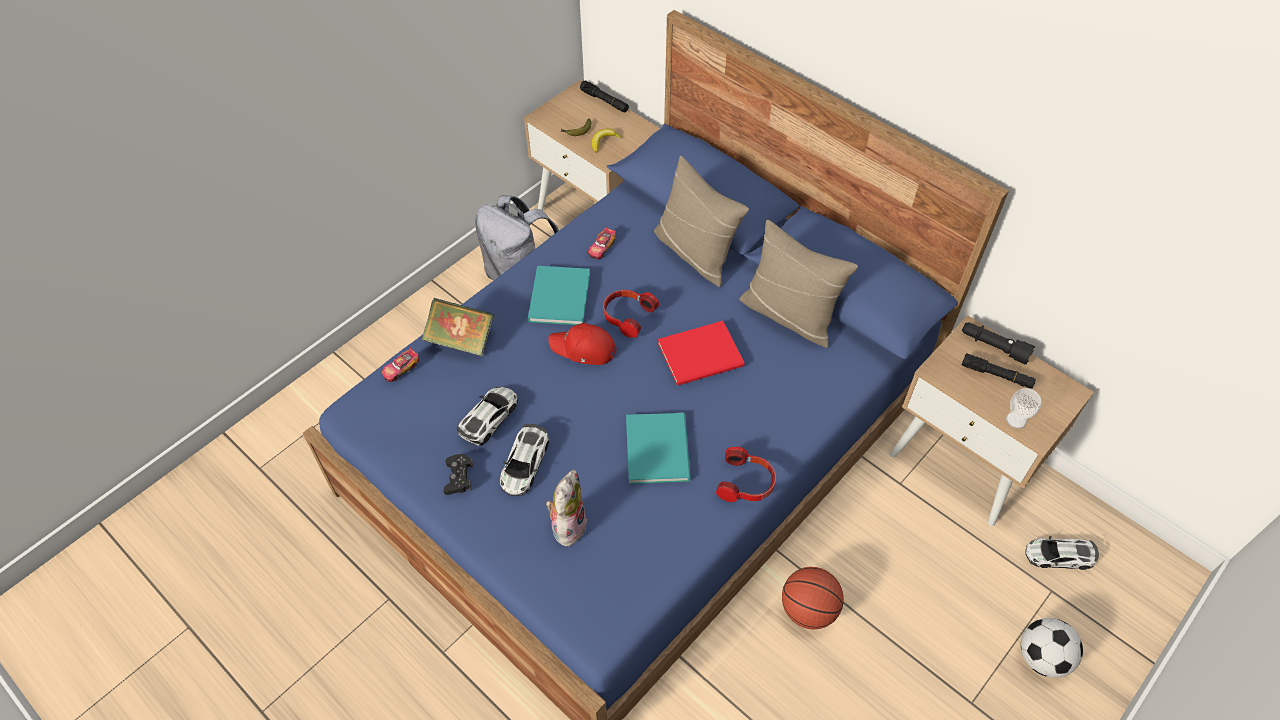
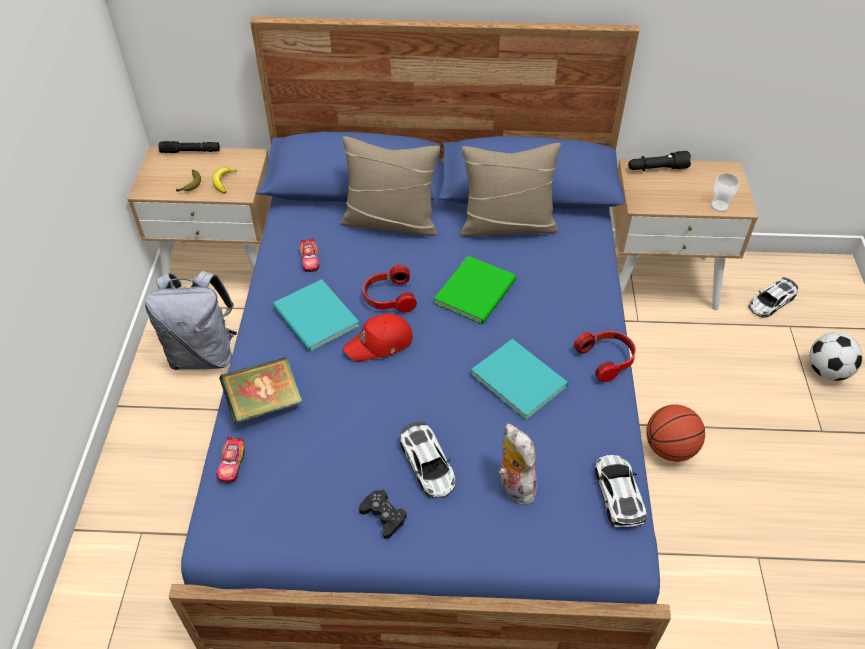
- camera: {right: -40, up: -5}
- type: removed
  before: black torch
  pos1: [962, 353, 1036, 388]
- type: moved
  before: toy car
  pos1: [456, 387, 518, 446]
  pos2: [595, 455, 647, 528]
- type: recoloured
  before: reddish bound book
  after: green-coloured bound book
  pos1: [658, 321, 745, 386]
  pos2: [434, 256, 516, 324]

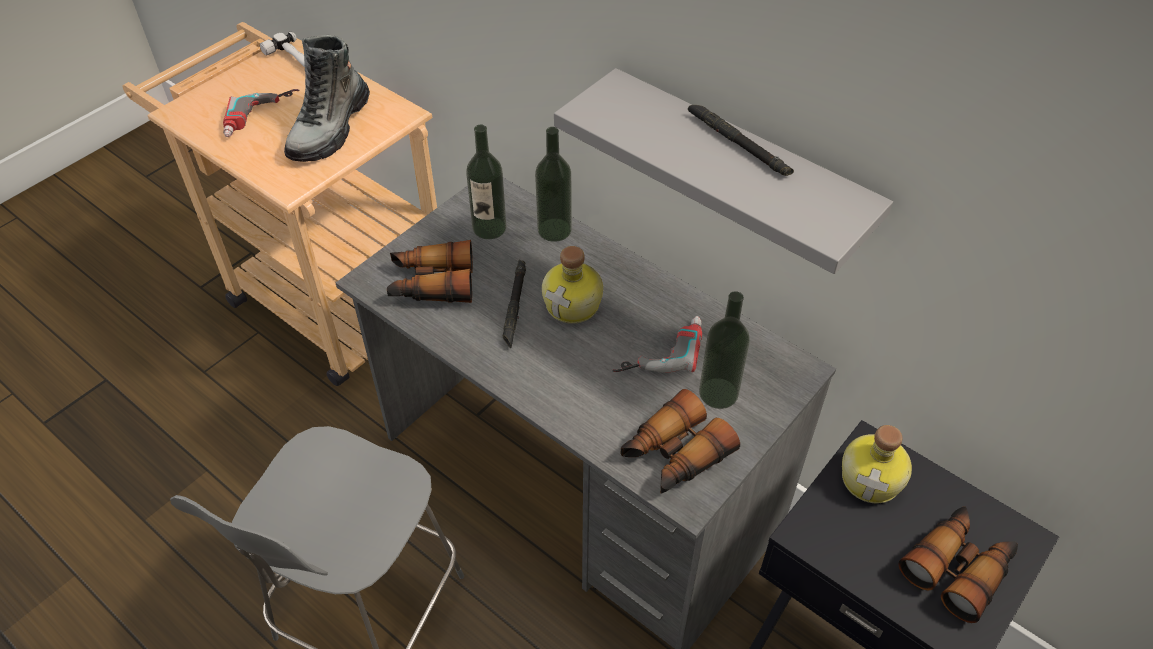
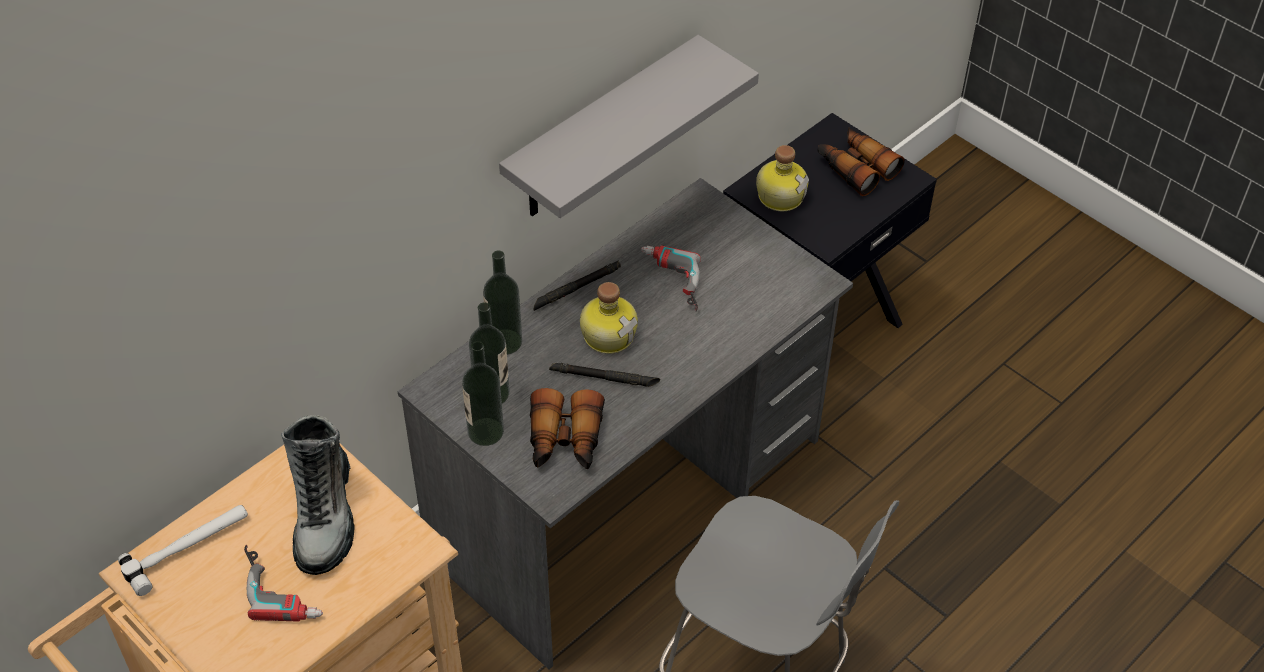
- camera: {right: -85, up: 0}
- type: removed
  before: pair of binoculars
  pos1: [620, 389, 740, 493]
- type: moved
  before: black torch
  pos1: [688, 105, 794, 176]
  pos2: [534, 260, 621, 311]
- type: moved
  before: bottle
  pos1: [699, 291, 750, 409]
  pos2: [462, 341, 504, 446]
- type: turned
  before: tall boot
  pos1: [284, 34, 370, 162]
  pos2: [281, 415, 355, 575]
  turn: 60

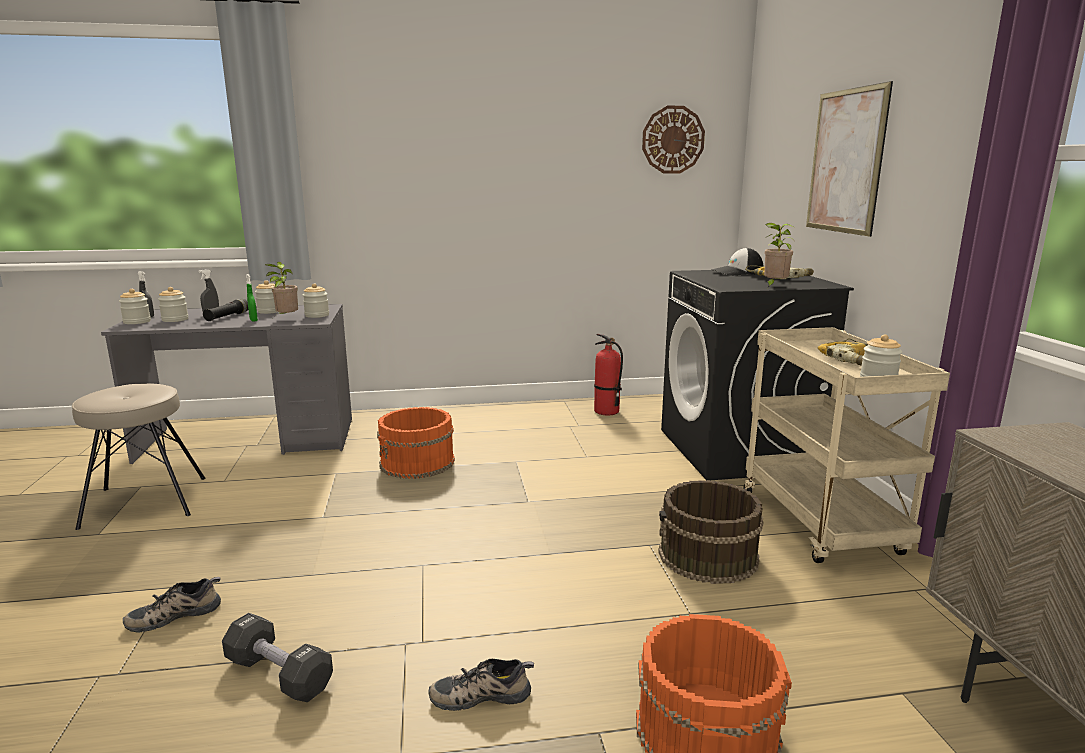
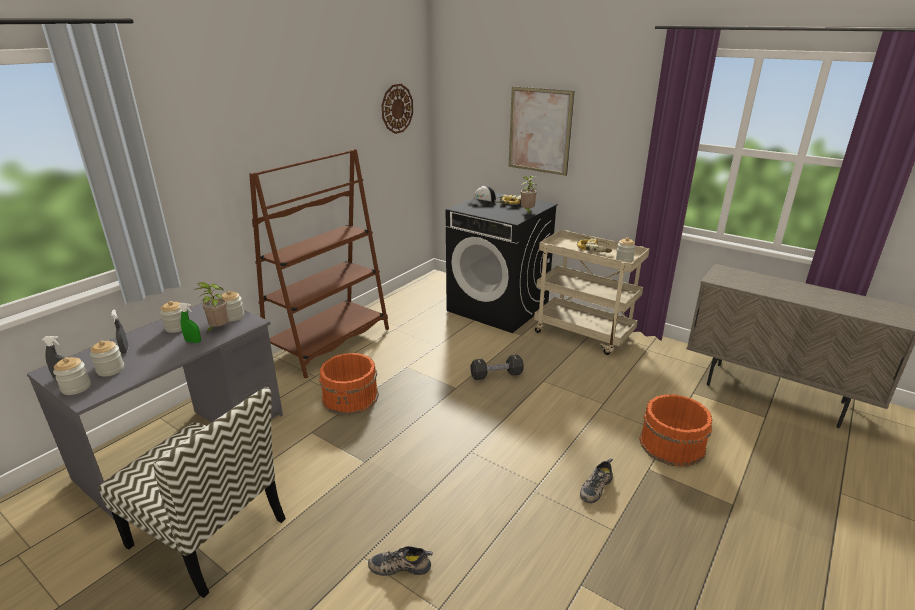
- camera: {right: -45, up: 10}
- type: removed
  before: black torch
  pos1: [203, 299, 248, 321]
- type: removed
  before: extinguisher
  pos1: [594, 334, 623, 415]
- type: removed
  before: brownish pail
  pos1: [658, 480, 764, 584]
- type: added
  after: brownish bookshelf
  pos2: [249, 149, 389, 378]
- type: moved
  before: black free weight
  pos1: [222, 613, 333, 702]
  pos2: [470, 355, 524, 380]
- type: replaced
  before: beige sitting stool
  after: chair
  pos1: [72, 384, 206, 530]
  pos2: [99, 387, 286, 598]
- type: turned
  before: item of footwear
  pos1: [123, 577, 221, 633]
  pos2: [368, 546, 433, 576]
  turn: 75

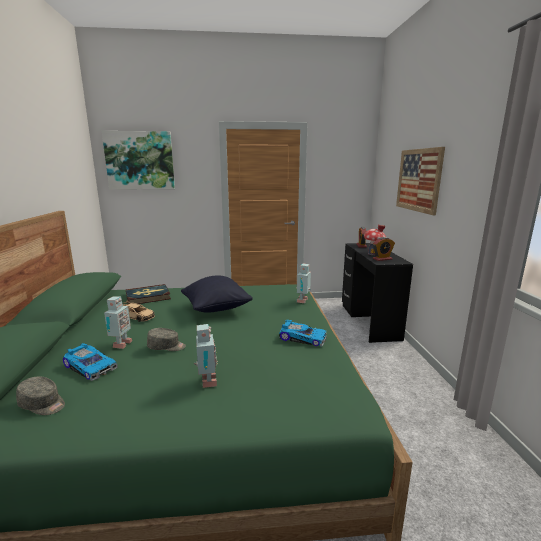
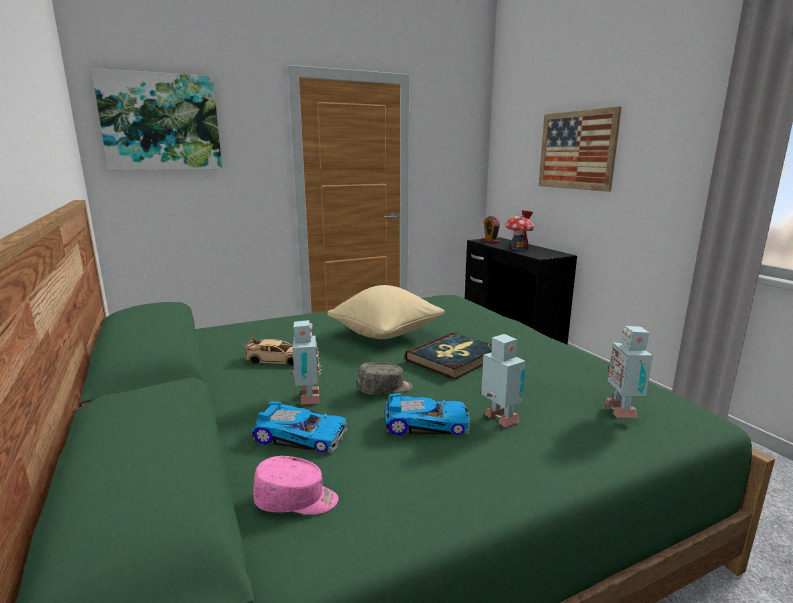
- camera: {right: -20, up: 0}
- type: removed
  before: table clock
  pos1: [373, 237, 395, 261]
- type: moved
  before: bound book
  pos1: [126, 284, 171, 304]
  pos2: [405, 332, 492, 380]
- type: moved
  before: toy car
  pos1: [279, 320, 327, 347]
  pos2: [385, 393, 470, 436]
- type: moved
  before: toy robot
  pos1: [296, 263, 311, 303]
  pos2: [605, 326, 653, 418]
- type: recoloured
  before: gray baseball cap
  after: pink baseball cap
  pos1: [16, 376, 65, 415]
  pos2: [253, 456, 339, 515]
- type: recoloured
  before: black cushion
  after: beige cushion
  pos1: [181, 275, 253, 313]
  pos2: [327, 285, 445, 339]

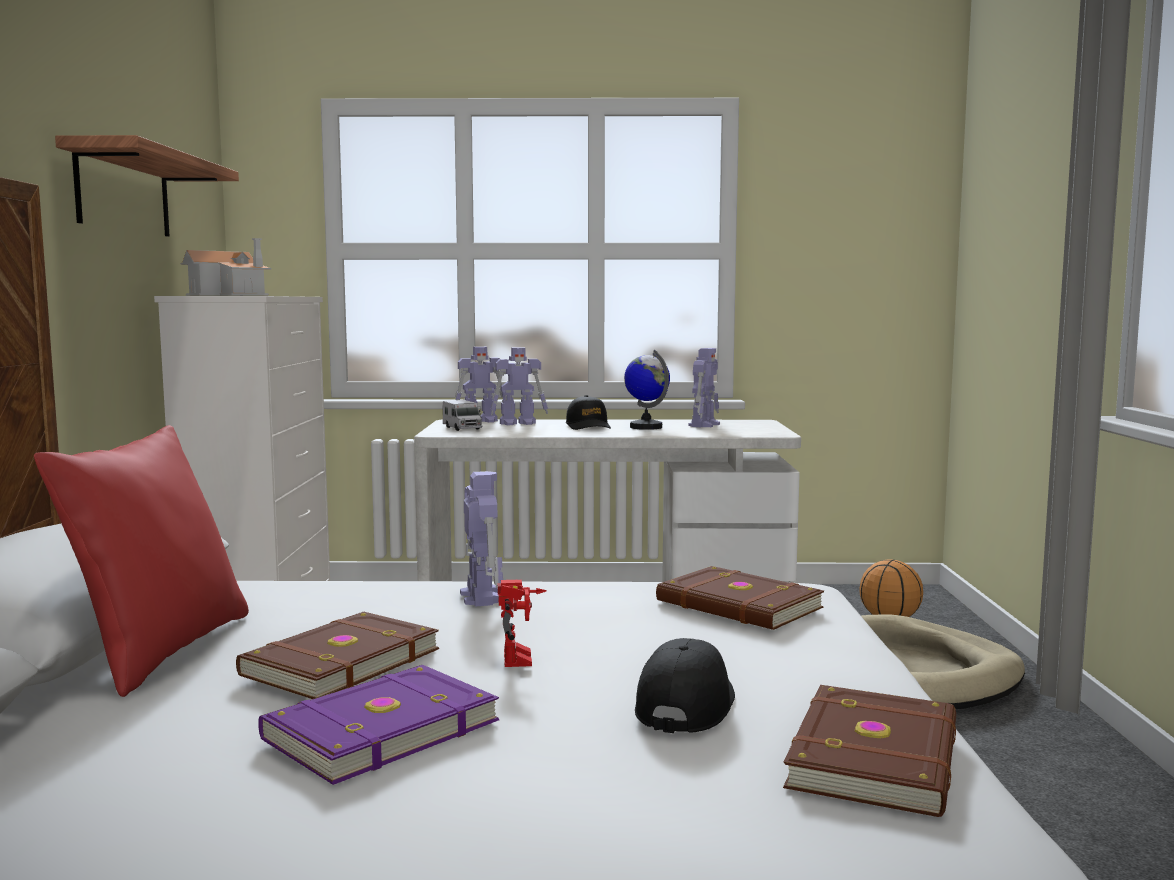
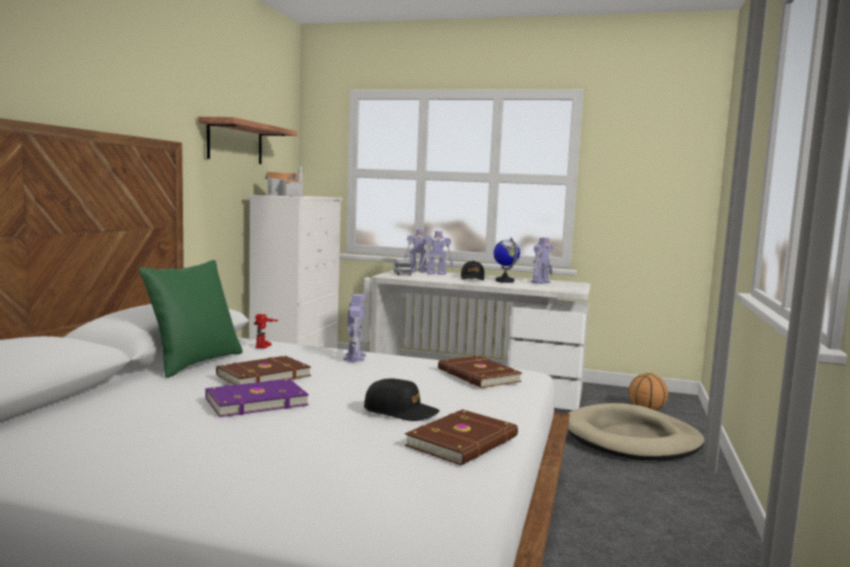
- camera: {right: 15, up: 0}
- type: moved
  before: toy robot
  pos1: [498, 579, 547, 667]
  pos2: [254, 314, 279, 349]
- type: recoloured
  before: reddish cushion
  after: green-coloured cushion
  pos1: [34, 425, 249, 697]
  pos2: [139, 260, 243, 378]
- type: turned
  before: black baseball cap
  pos1: [635, 638, 735, 733]
  pos2: [364, 378, 440, 421]
  turn: 75

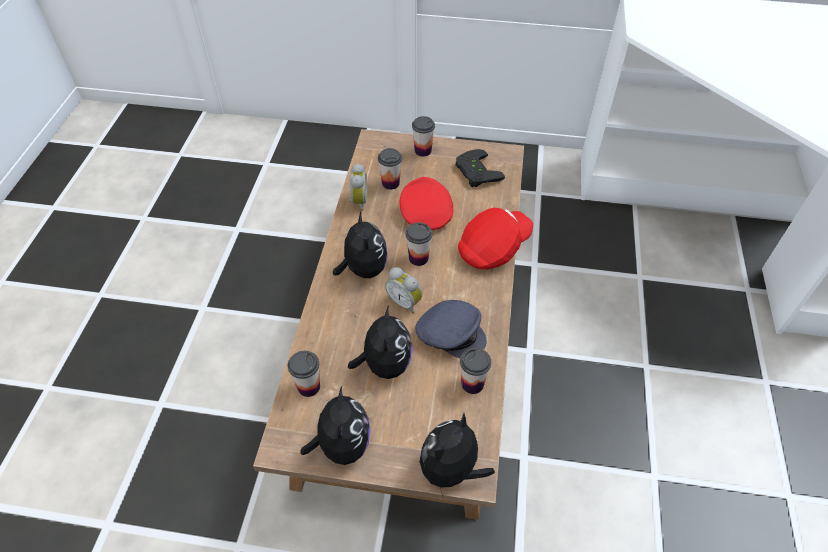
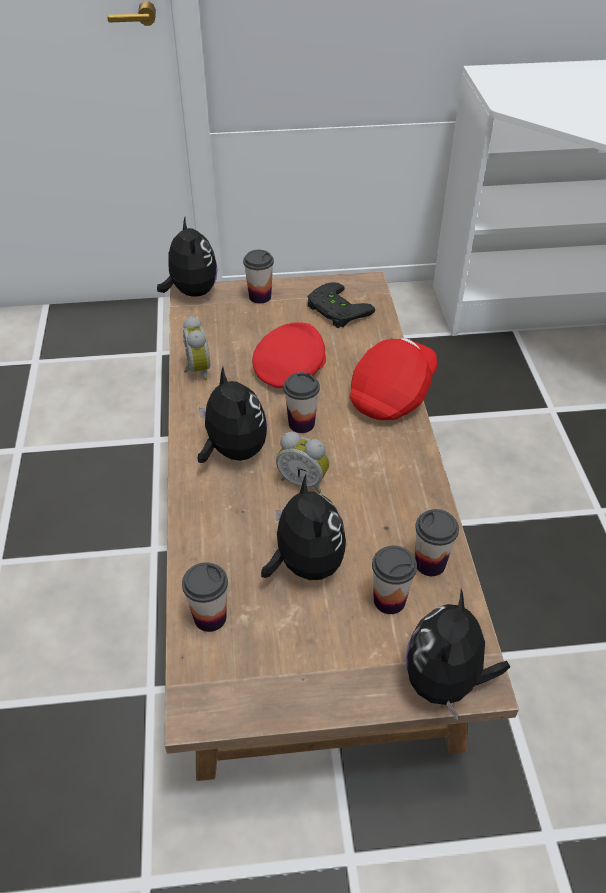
- camera: {right: -15, up: -5}
- type: removed
  before: gray baseball cap
  pos1: [415, 300, 487, 358]
- type: moved
  before: soft toy
  pos1: [301, 386, 371, 465]
  pos2: [157, 217, 217, 297]
- type: moved
  before: small cup
  pos1: [378, 148, 402, 190]
  pos2: [372, 546, 417, 614]
- type: turned
  before: reddish baseball cap
  pos1: [400, 177, 453, 230]
  pos2: [252, 322, 326, 388]
  turn: 60

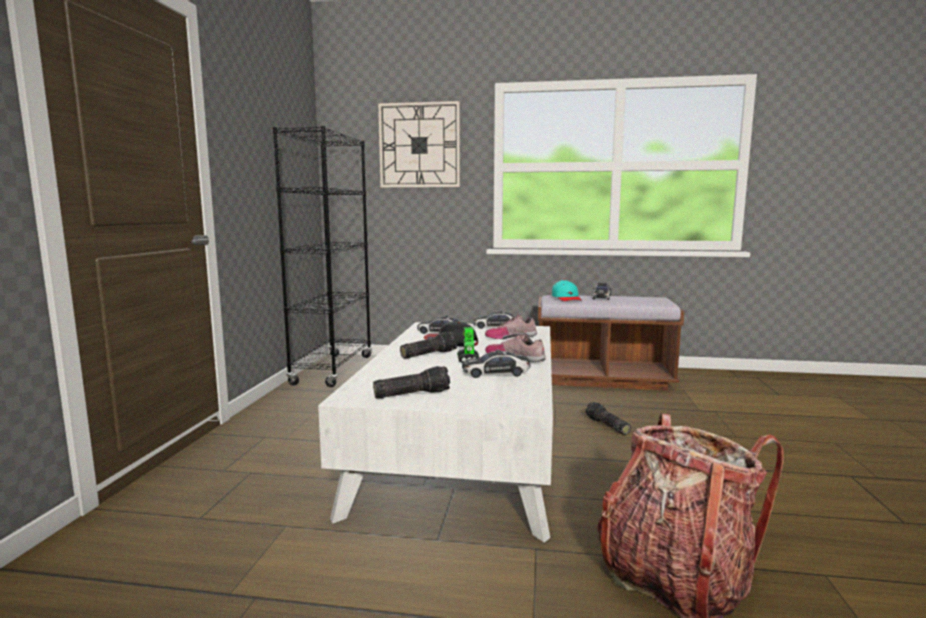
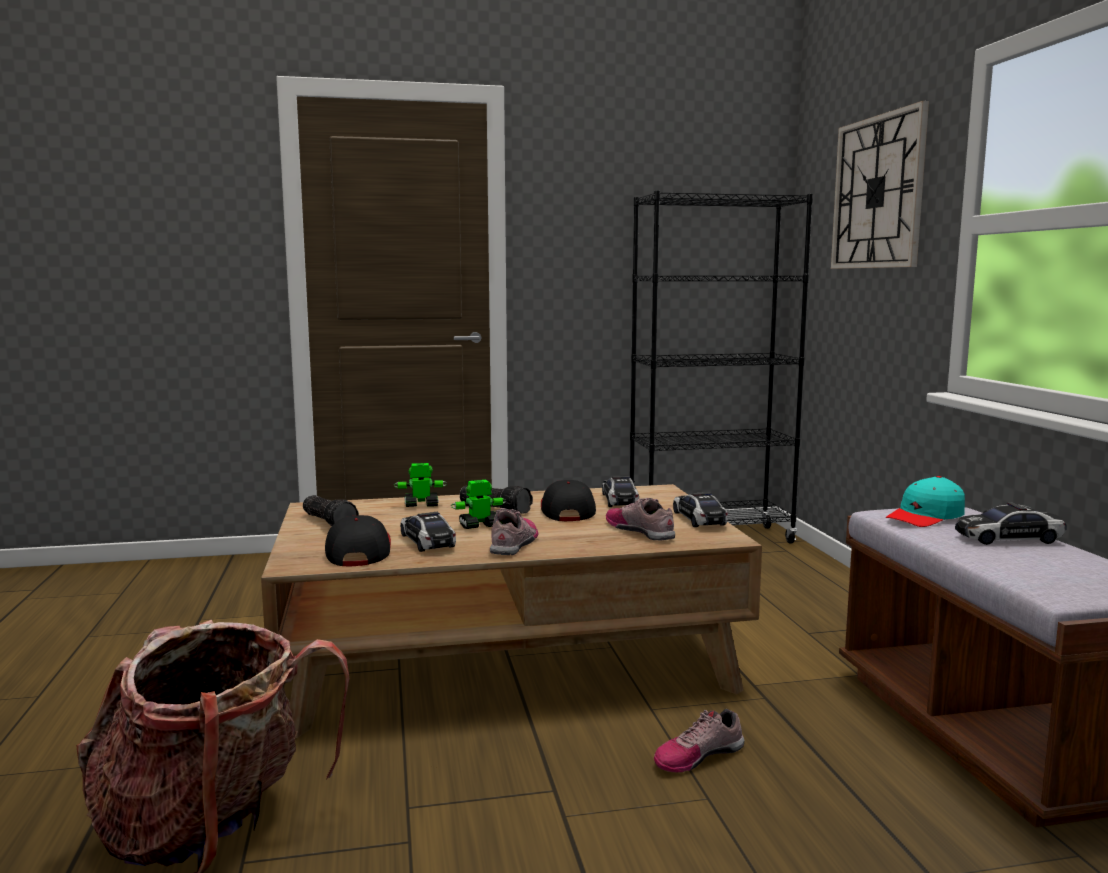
- camera: {right: 70, up: 0}
- type: added
  after: baseball cap
  pos2: [325, 515, 391, 567]
- type: added
  after: toy robot
  pos2: [394, 463, 447, 507]
- type: replaced
  before: torch
  after: item of footwear
  pos1: [586, 402, 631, 435]
  pos2: [654, 709, 744, 773]
- type: recoloured
  before: white-coloured low table
  after: brownish low table
  pos1: [318, 322, 553, 543]
  pos2: [261, 484, 762, 738]

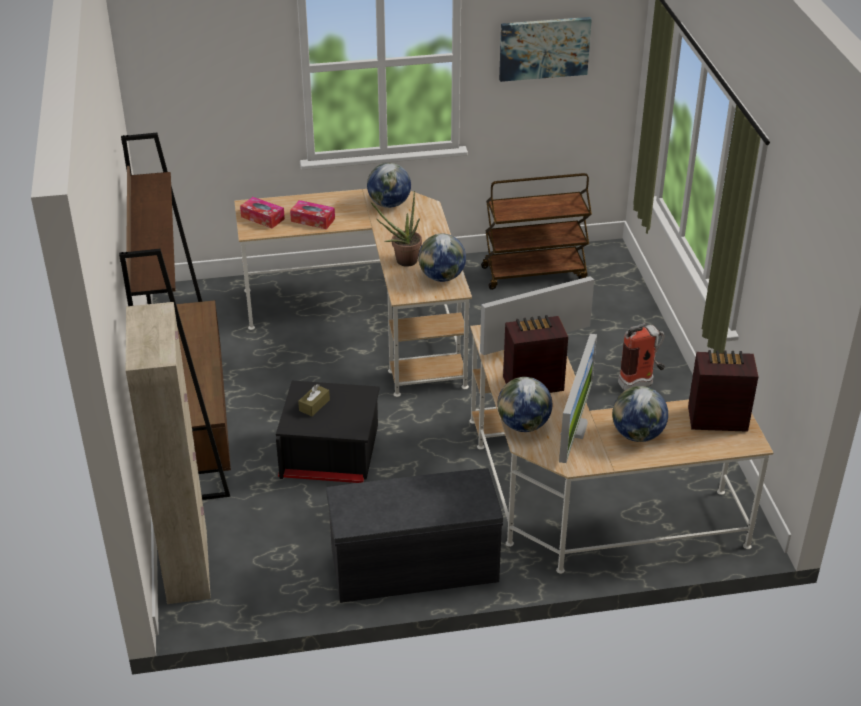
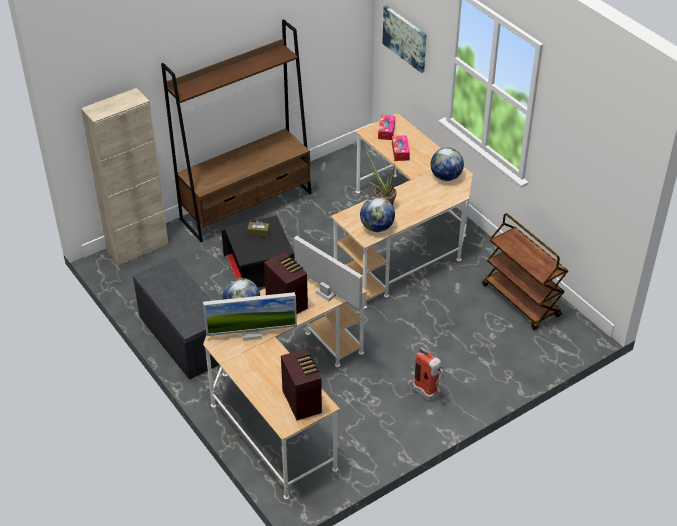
- camera: {right: 65, up: 5}
- type: removed
  before: desk globe
  pos1: [612, 386, 668, 442]
- type: moved
  before: picture
  pos1: [499, 17, 592, 82]
  pos2: [382, 6, 427, 73]

